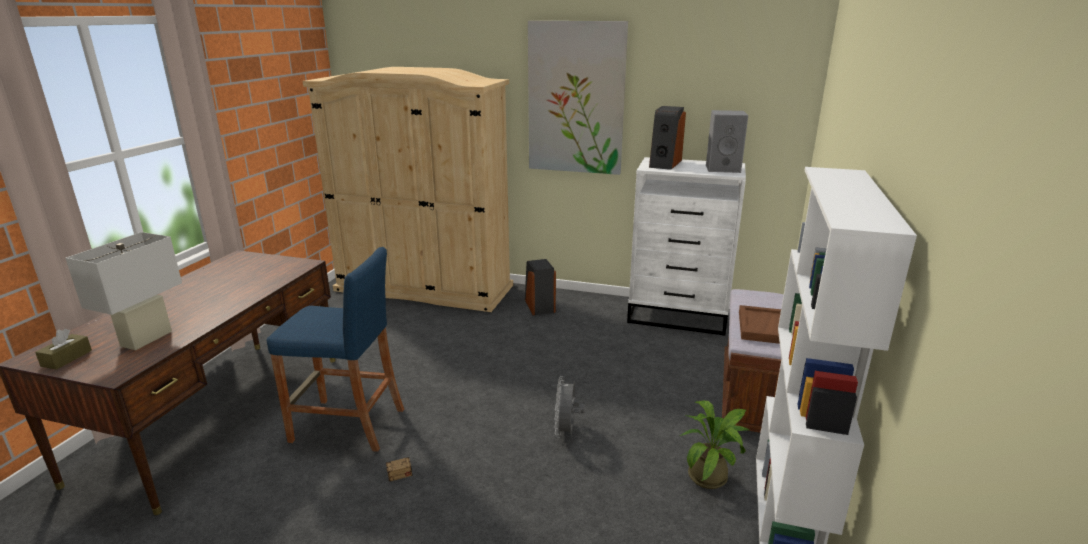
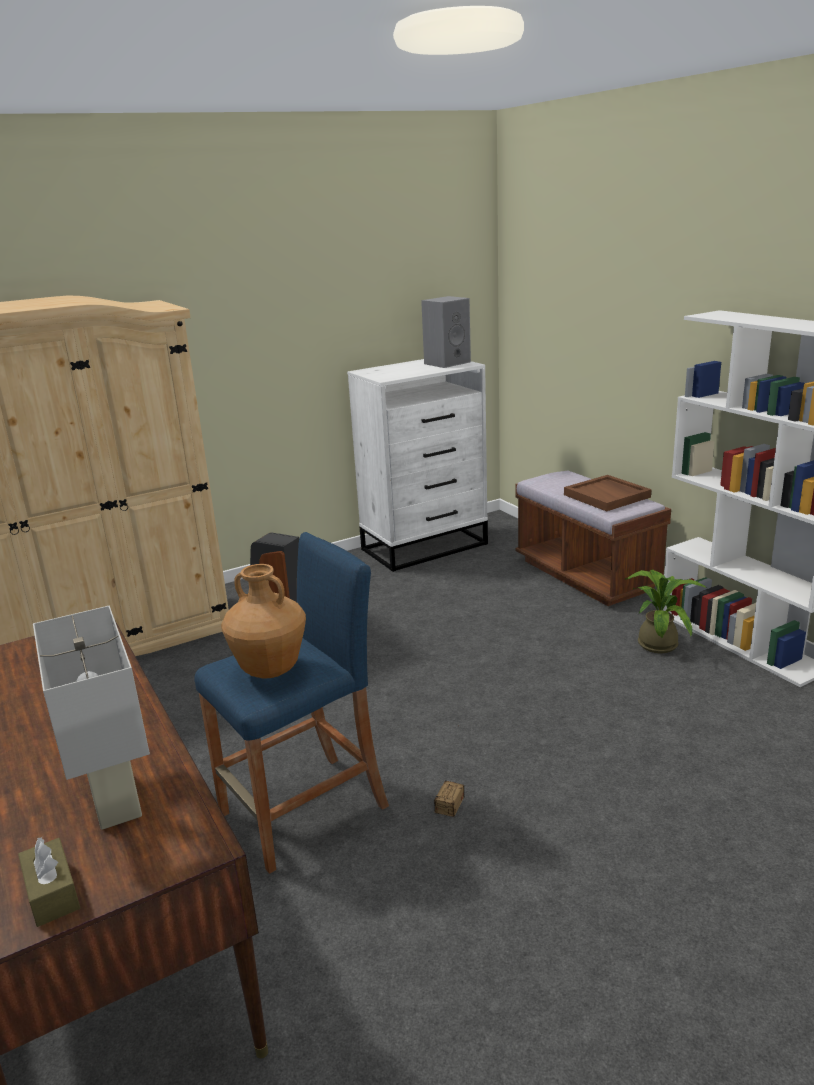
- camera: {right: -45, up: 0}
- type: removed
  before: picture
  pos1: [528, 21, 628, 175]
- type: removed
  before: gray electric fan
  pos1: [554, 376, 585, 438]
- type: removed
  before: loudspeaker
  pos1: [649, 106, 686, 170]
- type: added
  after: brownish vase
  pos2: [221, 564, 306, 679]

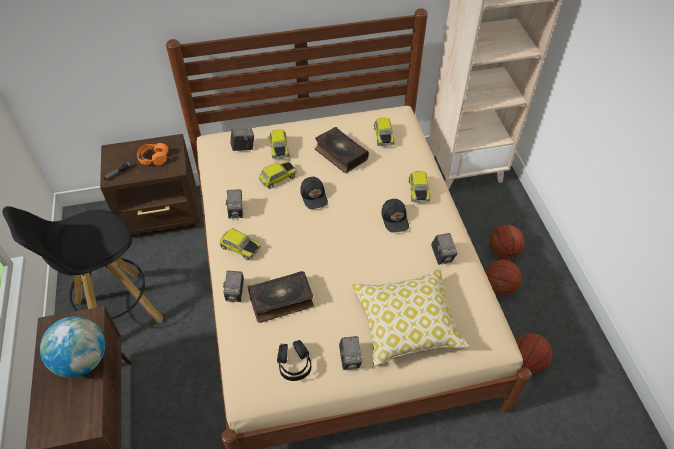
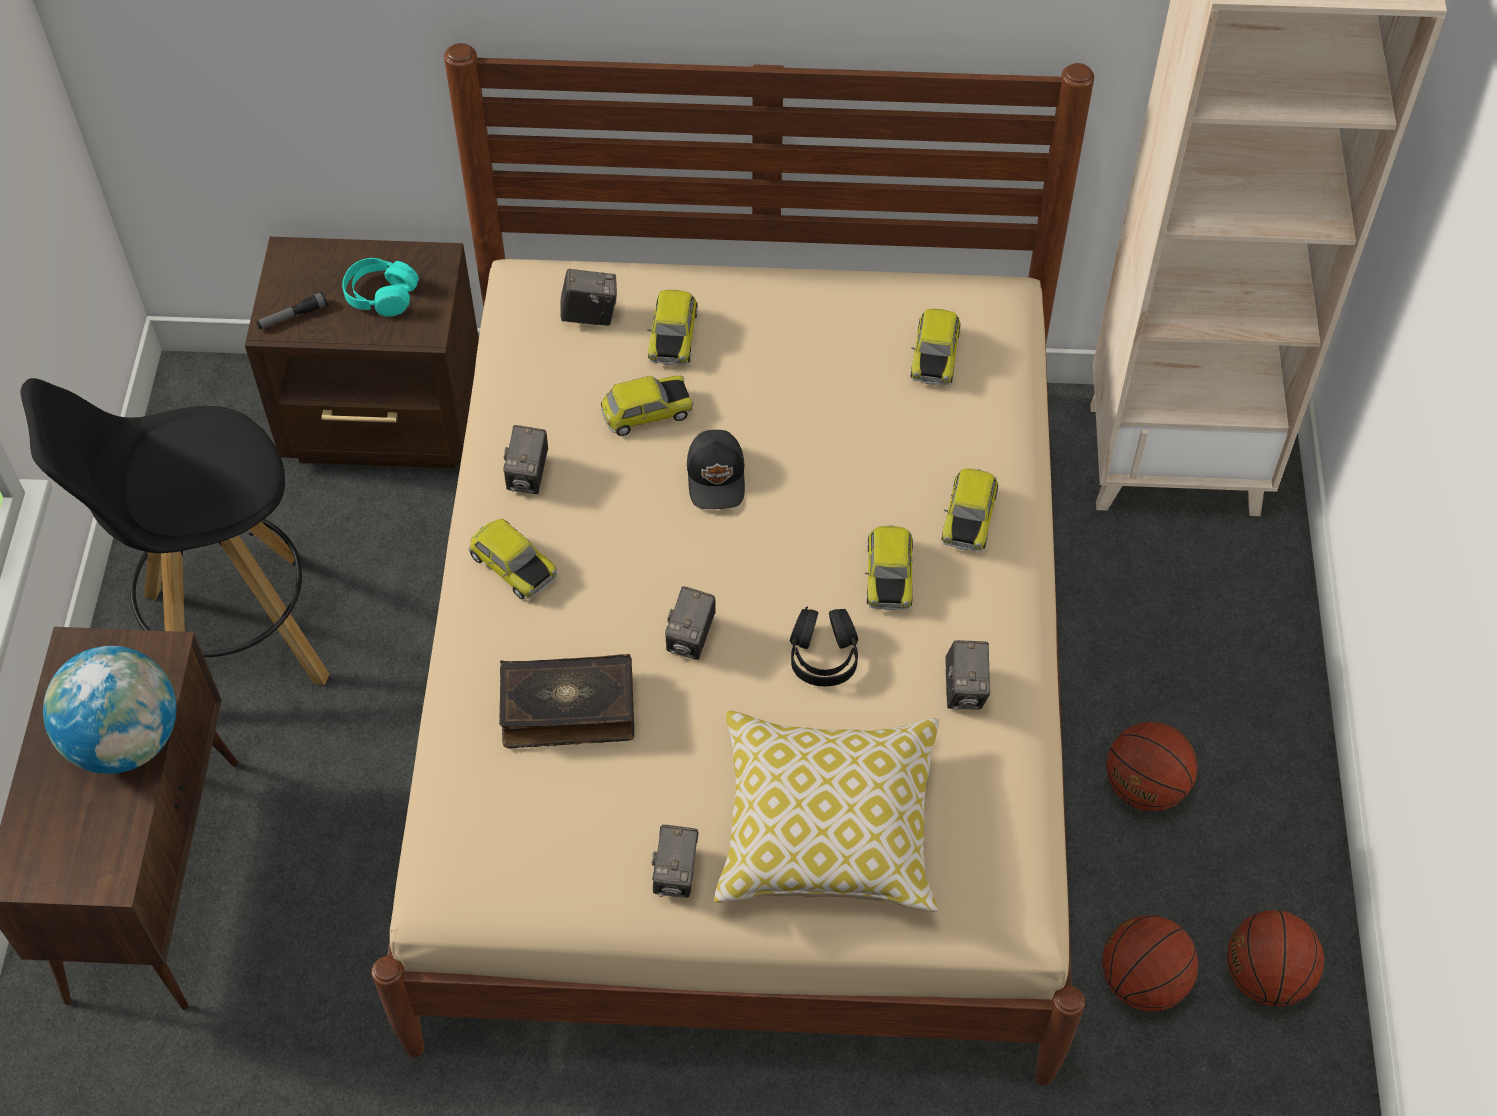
- camera: {right: 15, up: 5}
- type: removed
  before: bound book
  pos1: [315, 127, 369, 173]
- type: moved
  before: still camera
  pos1: [223, 271, 244, 302]
  pos2: [665, 586, 716, 660]
- type: moved
  before: black headphones
  pos1: [277, 340, 311, 381]
  pos2: [790, 607, 858, 686]
- type: moved
  before: basketball
  pos1: [489, 225, 525, 259]
  pos2: [1227, 910, 1324, 1006]
- type: replaced
  before: black baseball cap
  after: toy car
  pos1: [381, 199, 409, 233]
  pos2: [865, 525, 913, 610]
- type: recoloured
  before: orange headphones
  after: turquoise headphones
  pos1: [137, 143, 168, 166]
  pos2: [342, 258, 419, 317]

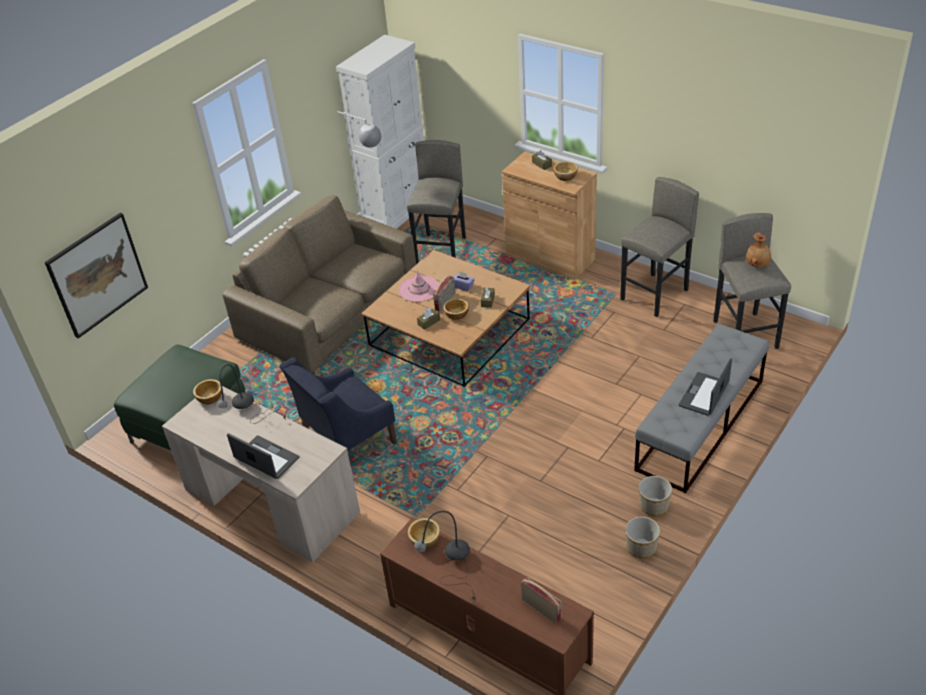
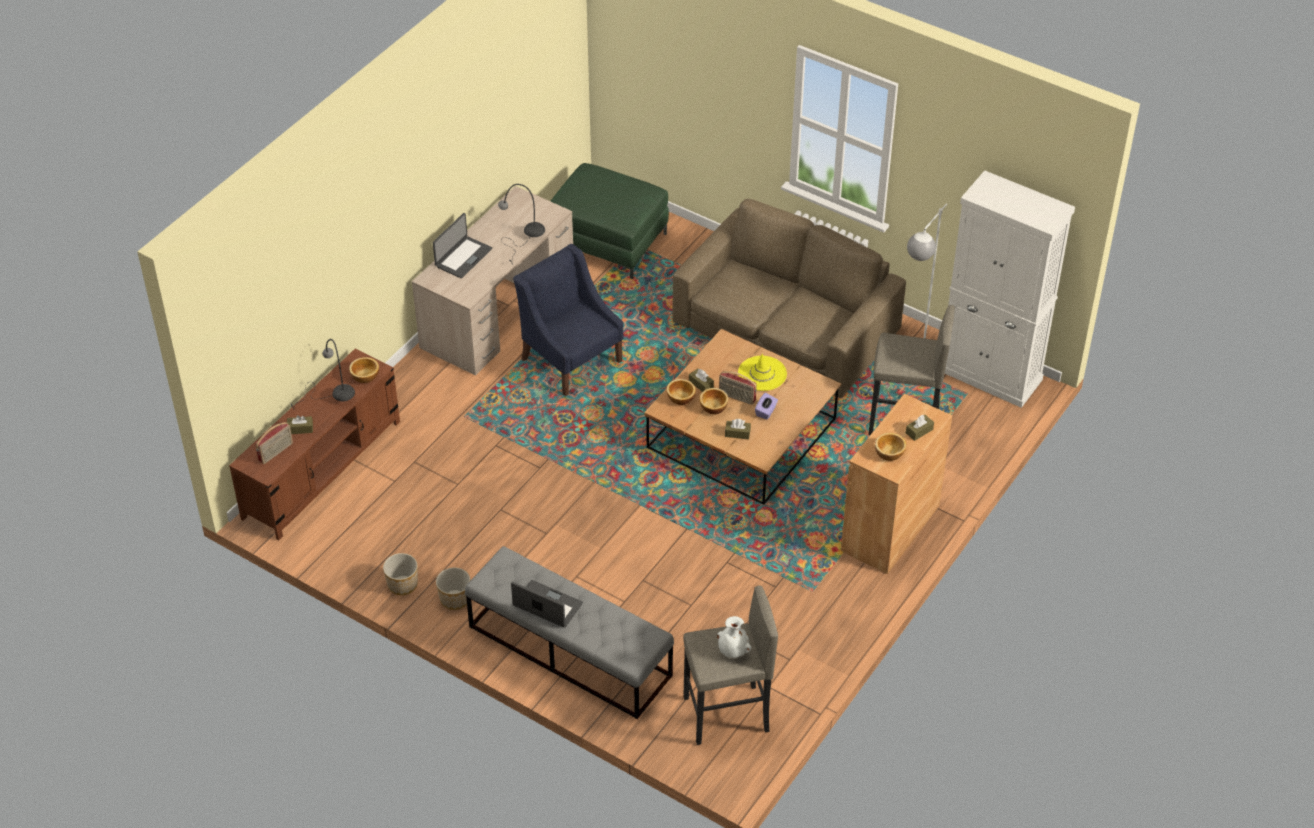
- camera: {right: 85, up: 5}
- type: removed
  before: picture
  pos1: [45, 213, 148, 339]
- type: removed
  before: gray sitting stool
  pos1: [620, 177, 699, 317]
- type: added
  after: brownish box of tissues
  pos2: [287, 415, 313, 434]
- type: moved
  before: bowl
  pos1: [193, 379, 222, 404]
  pos2: [666, 379, 696, 405]
- type: recoloured
  before: pink wearable hat
  after: yellow-coloured wearable hat
  pos1: [398, 270, 439, 302]
  pos2: [738, 354, 787, 391]
- type: recoloured
  before: brownish vase
  after: white-coloured vase
  pos1: [746, 232, 771, 267]
  pos2: [717, 616, 751, 658]

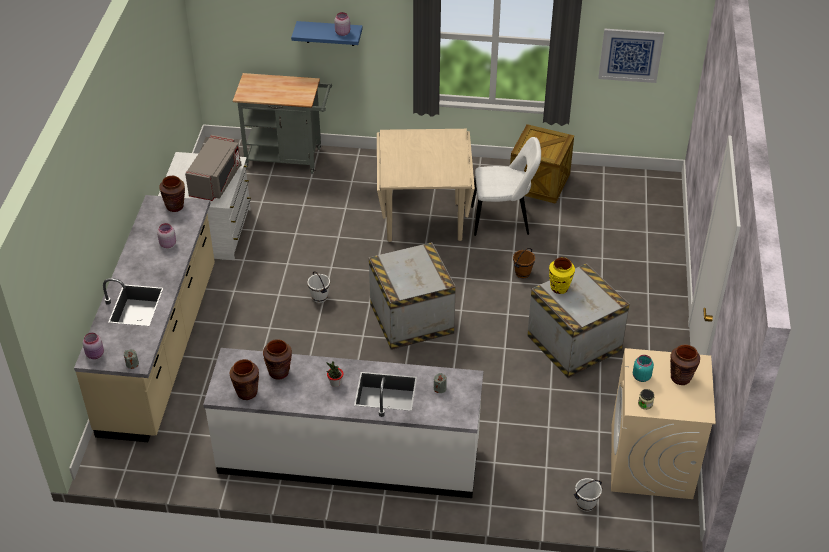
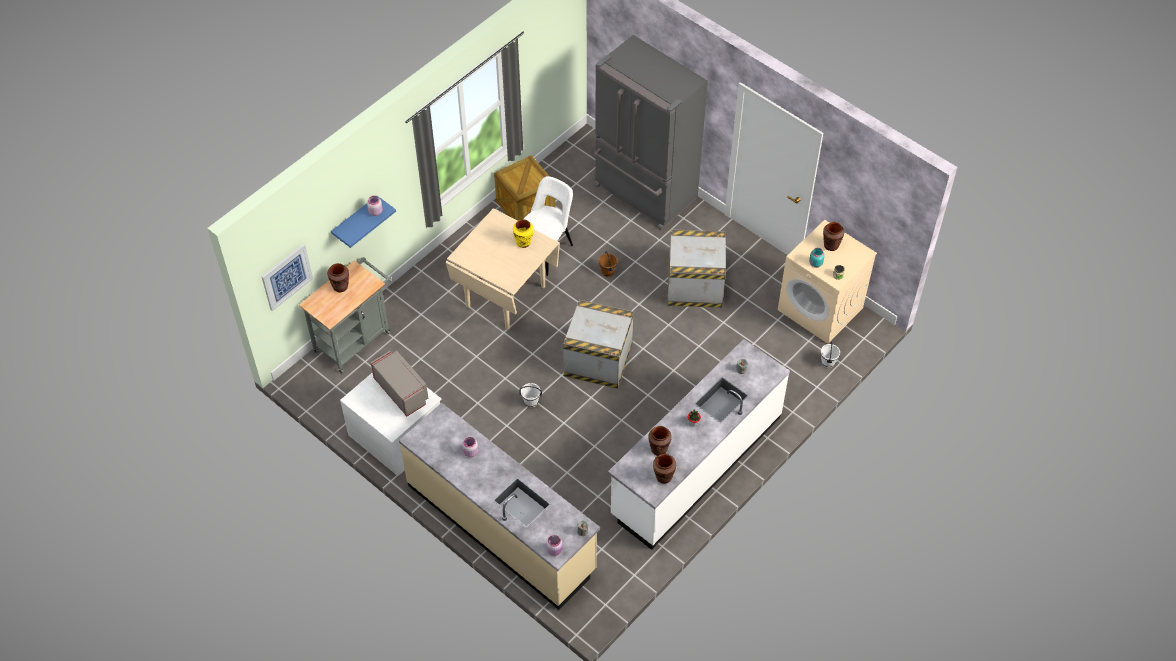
- camera: {right: -55, up: 10}
- type: added
  after: gray refrigerator
  pos2: [594, 35, 708, 230]
- type: moved
  before: brownish vase
  pos1: [159, 176, 185, 212]
  pos2: [327, 263, 349, 292]
- type: moved
  before: yellow-coloured vase
  pos1: [549, 257, 575, 294]
  pos2: [513, 219, 534, 248]
- type: moved
  before: picture
  pos1: [598, 28, 664, 83]
  pos2: [261, 244, 313, 311]

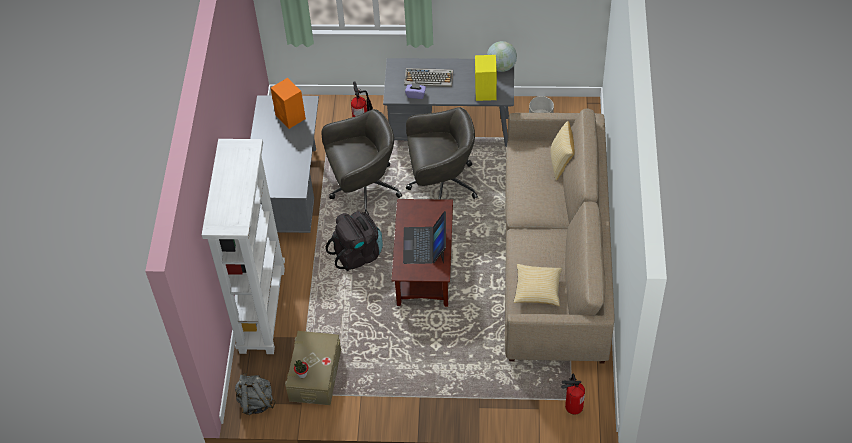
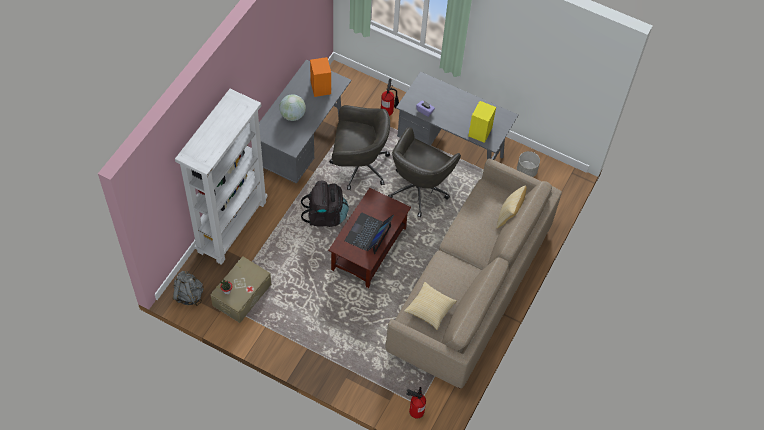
- camera: {right: 20, up: 5}
- type: removed
  before: computer keyboard
  pos1: [404, 68, 453, 87]
- type: moved
  before: desk globe
  pos1: [487, 41, 517, 72]
  pos2: [279, 94, 306, 121]
- type: turned
  before: gray office chair
  pos1: [406, 107, 478, 199]
  pos2: [388, 127, 461, 217]
  turn: 105

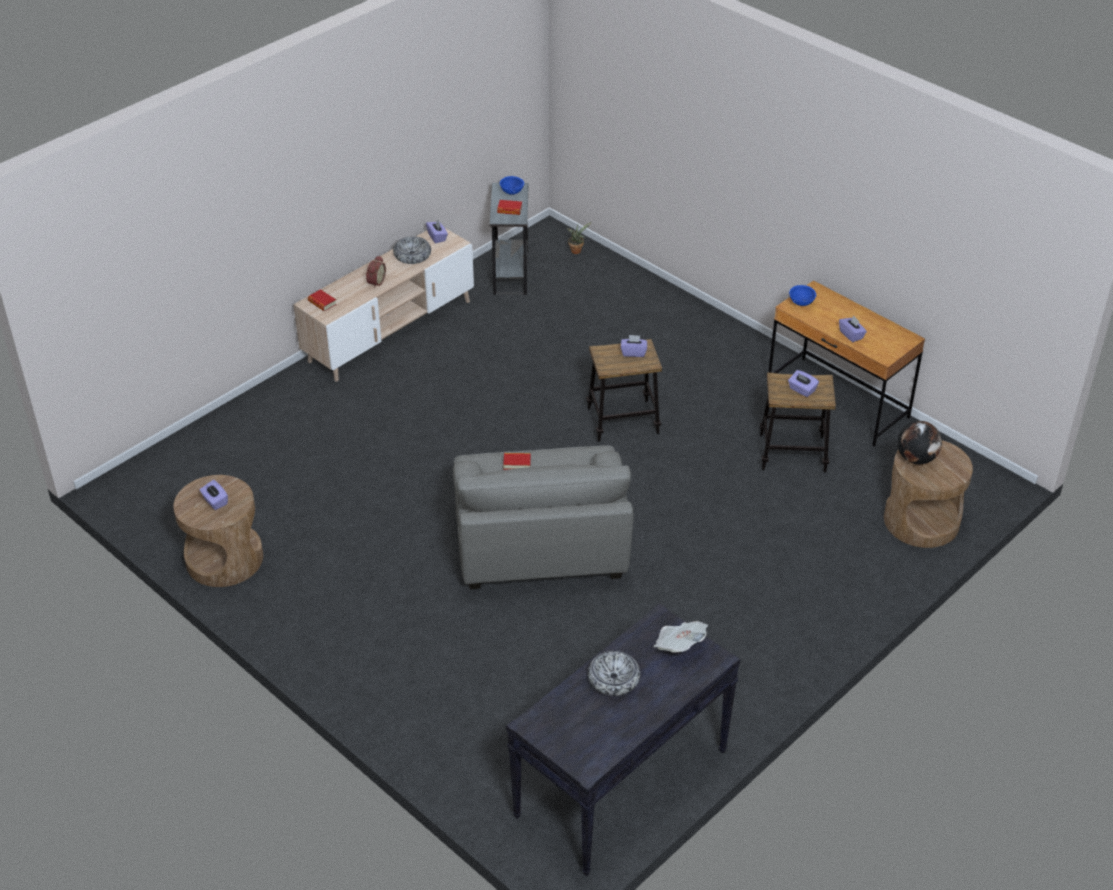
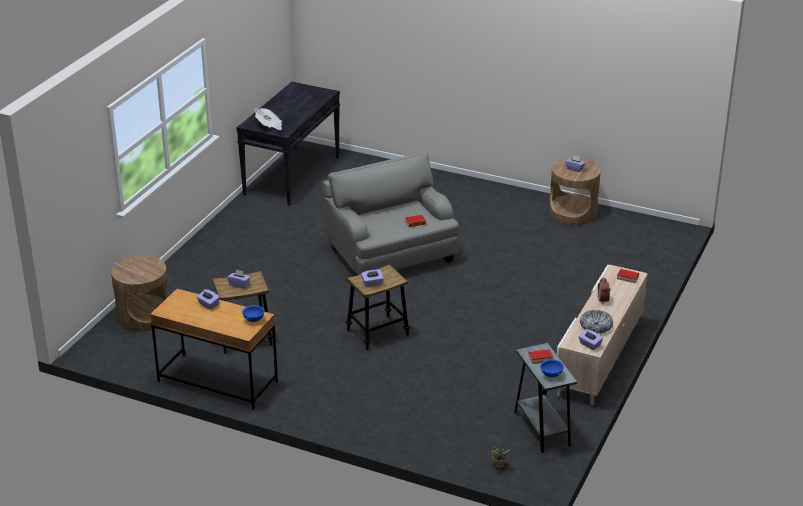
- camera: {right: 160, up: -10}
- type: removed
  before: bowl
  pos1: [588, 651, 640, 696]
- type: removed
  before: desk globe
  pos1: [897, 421, 942, 464]

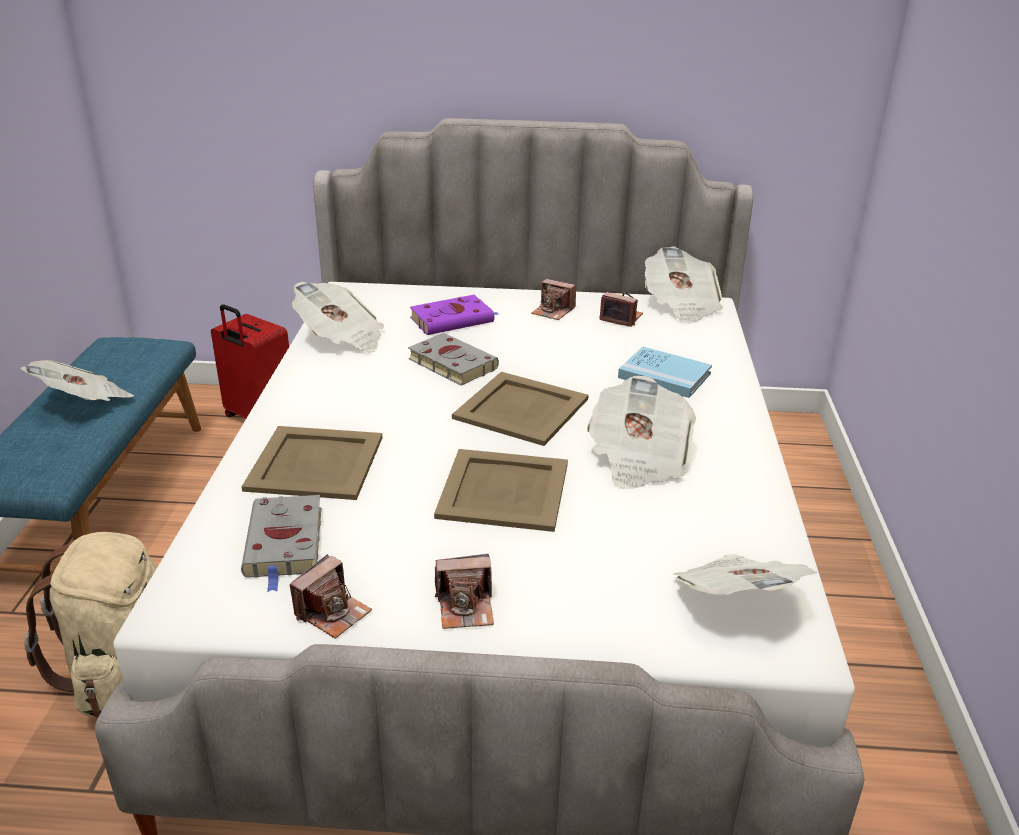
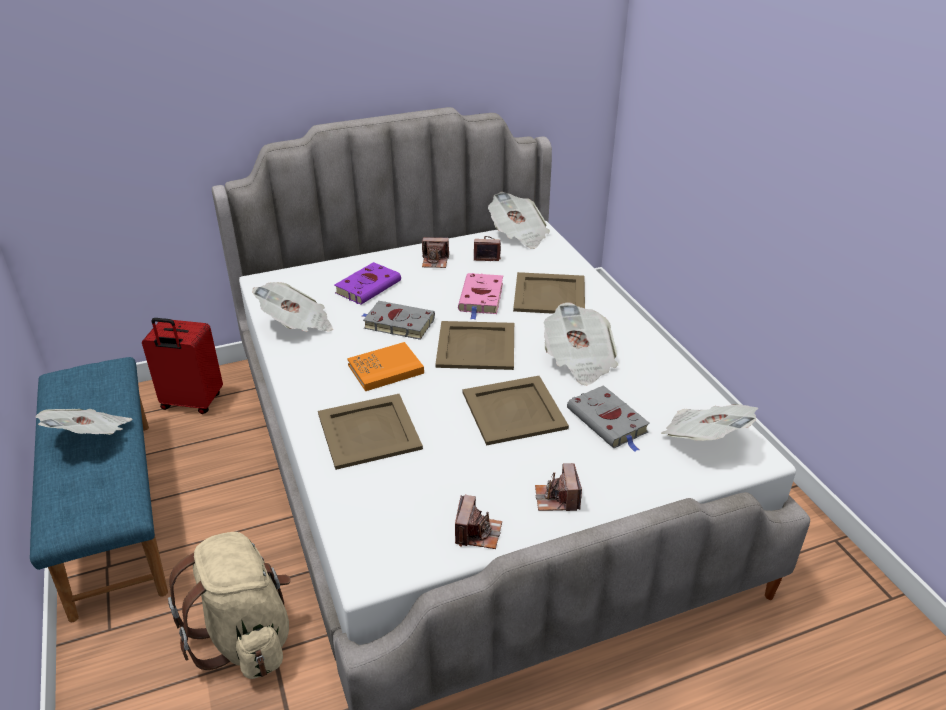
- camera: {right: -25, up: 5}
- type: added
  after: orange bound book
  pos2: [347, 342, 424, 391]
- type: added
  after: pink bound book
  pos2: [458, 273, 503, 320]
- type: moved
  before: gray bound book
  pos1: [241, 495, 321, 592]
  pos2: [567, 385, 650, 452]
- type: replaced
  before: bluish bound book
  after: beige carrying tray
  pos1: [618, 347, 712, 398]
  pos2: [513, 272, 585, 314]
- type: turned
  before: still camera
  pos1: [435, 554, 494, 629]
  pos2: [535, 463, 582, 511]
  turn: 120

